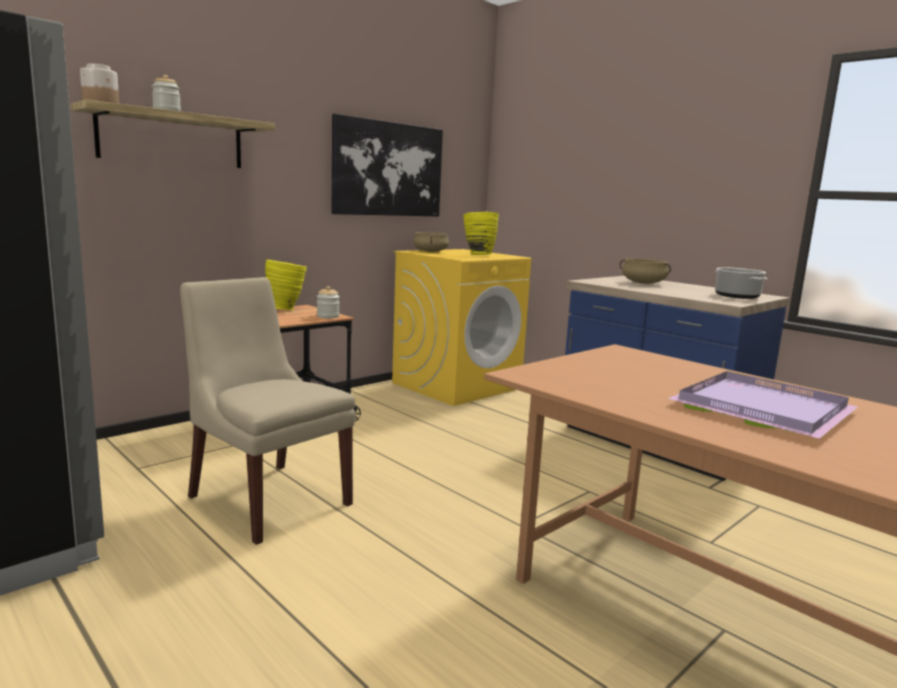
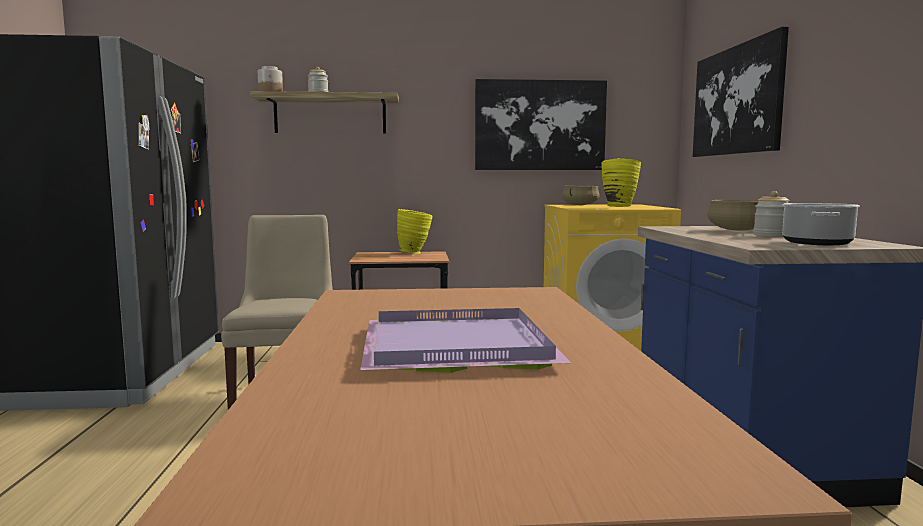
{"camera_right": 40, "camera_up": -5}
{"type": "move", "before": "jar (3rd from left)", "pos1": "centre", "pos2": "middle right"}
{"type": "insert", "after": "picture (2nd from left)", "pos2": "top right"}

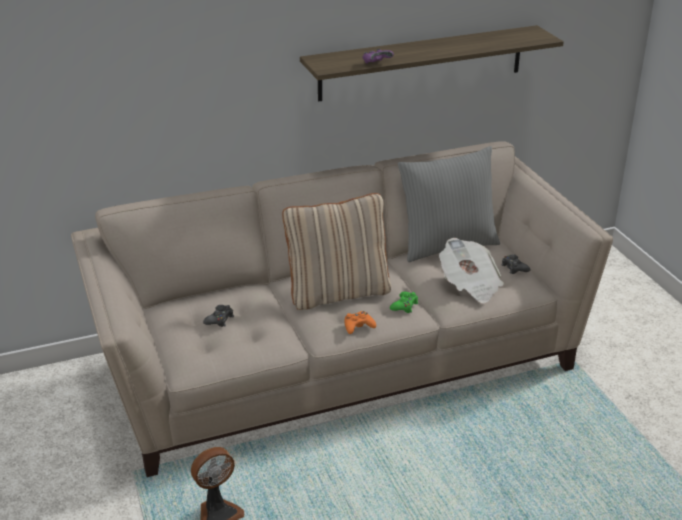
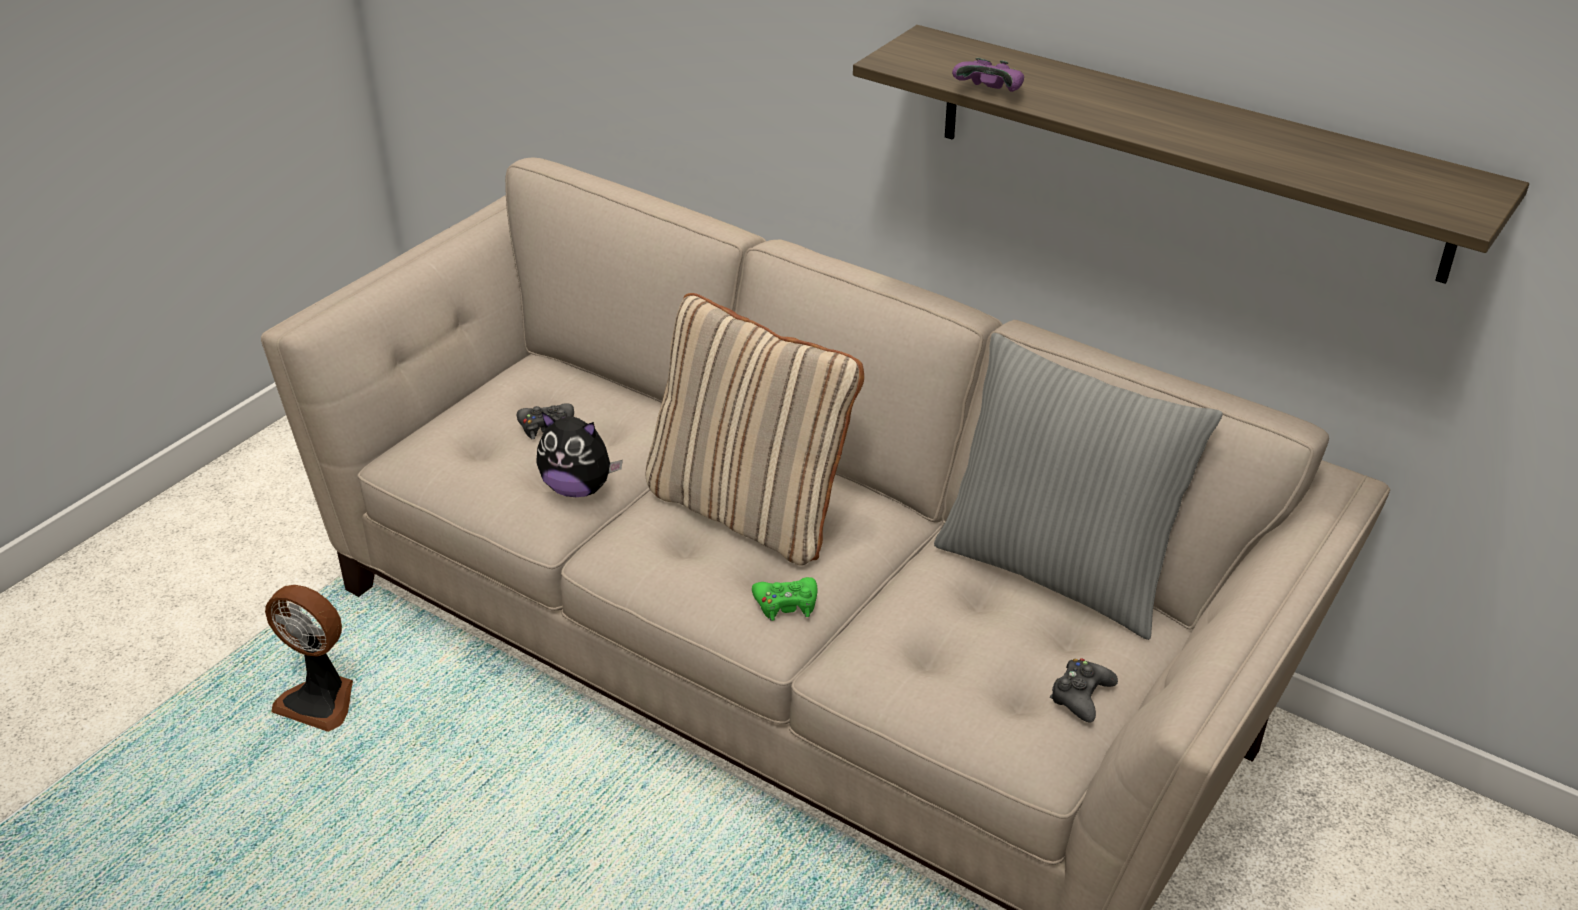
{"camera_right": 55, "camera_up": 5}
{"type": "delete", "before": "game controller (orange)", "pos1": "centre"}
{"type": "delete", "before": "newspaper", "pos1": "middle right"}
{"type": "insert", "after": "plush toy", "pos2": "centre"}

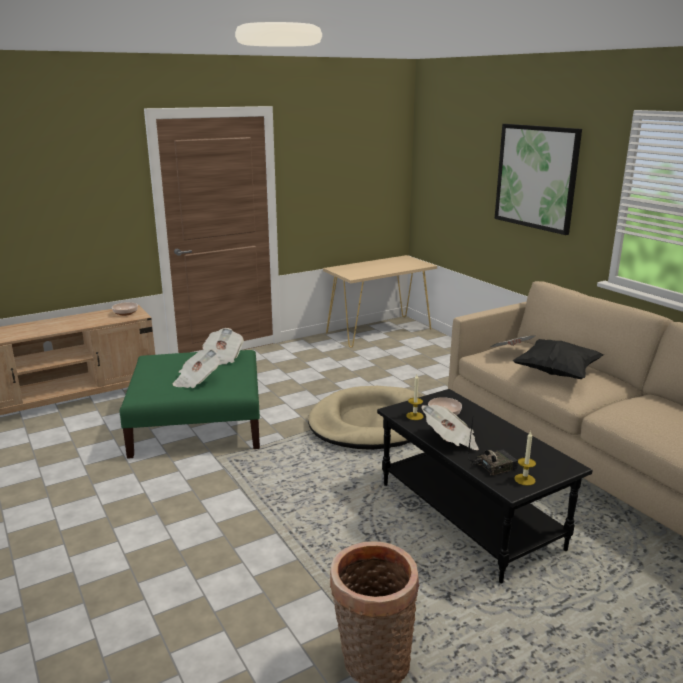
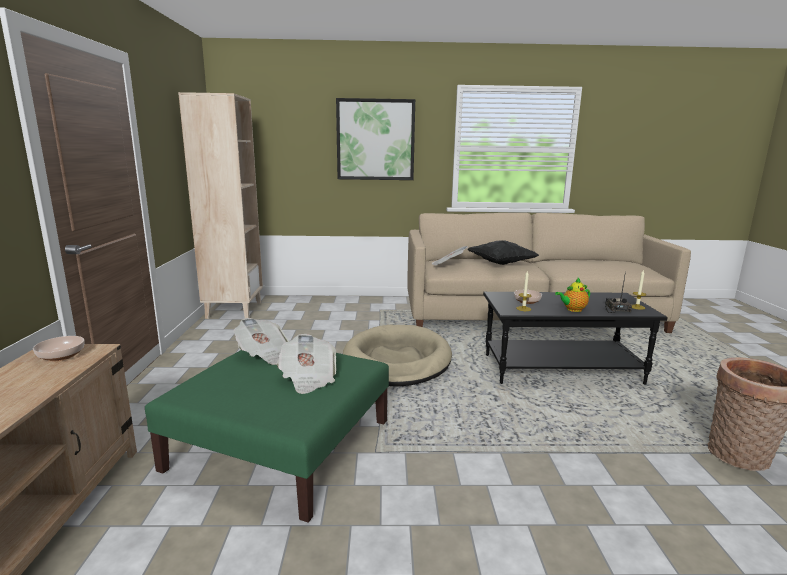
{"camera_right": -60, "camera_up": -5}
{"type": "replace", "before": "console table (beige)", "after": "bookcase (beige)", "pos1": "centre", "pos2": "middle left"}
{"type": "replace", "before": "newspaper (3rd from left)", "after": "teapot", "pos1": "centre", "pos2": "middle right"}

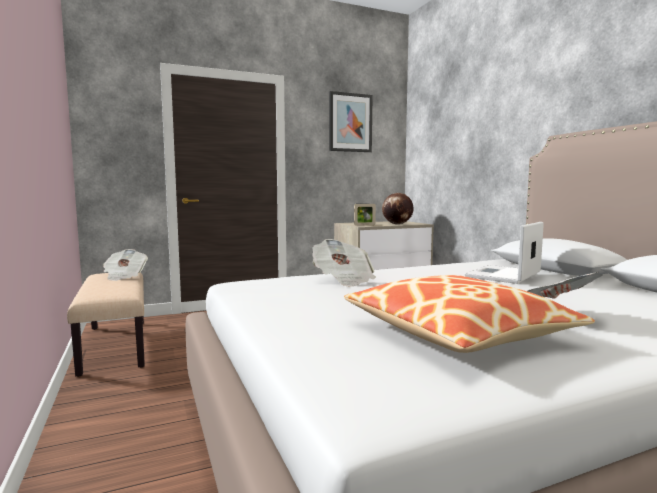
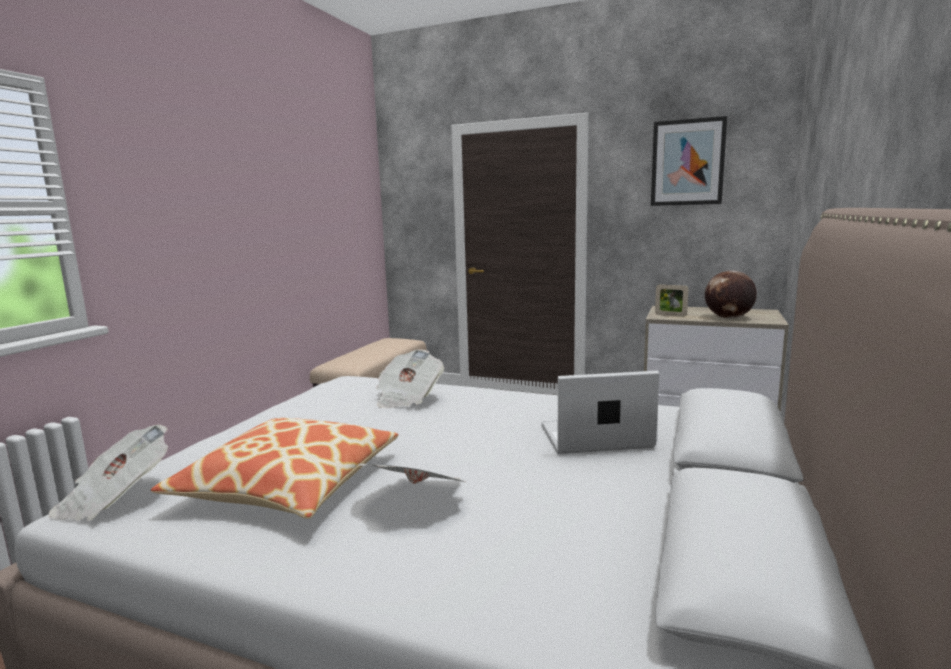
{"camera_right": 45, "camera_up": 5}
{"type": "move", "before": "newspaper (1st from left)", "pos1": "middle left", "pos2": "bottom left"}

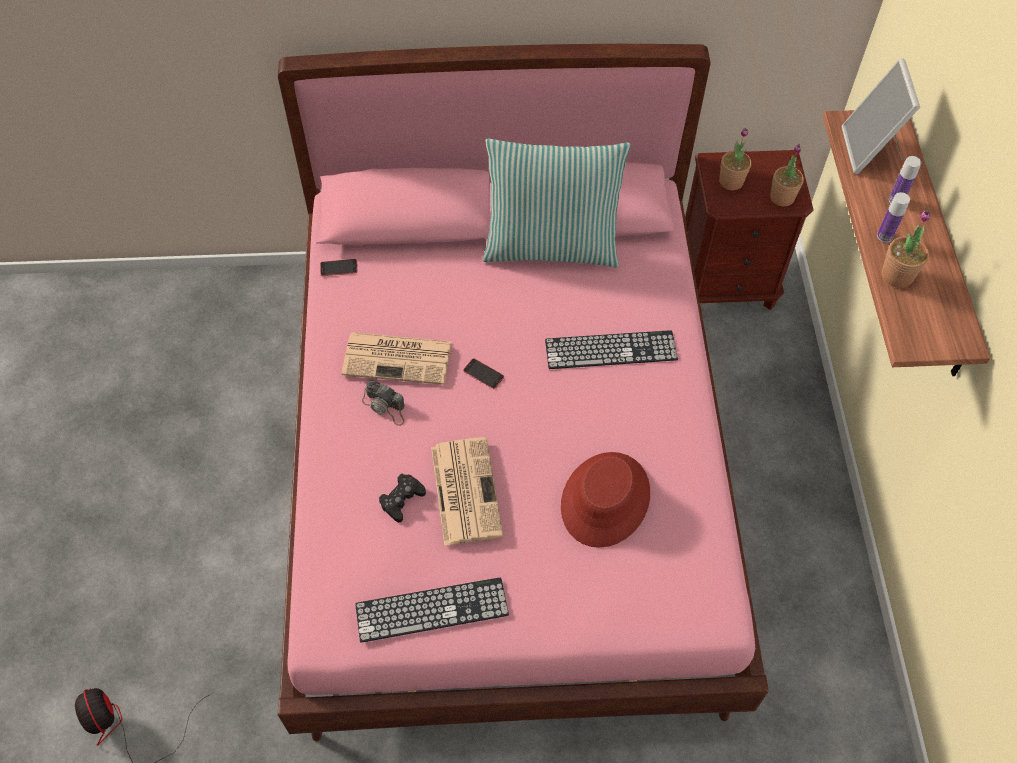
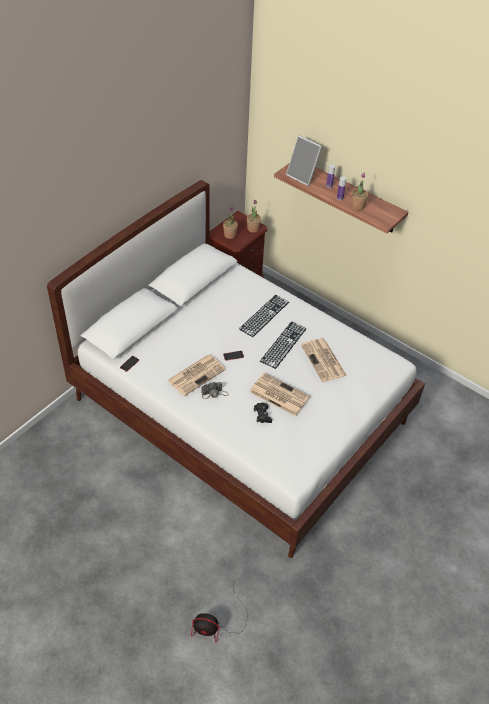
{"camera_right": -50, "camera_up": -10}
{"type": "recolor", "before": "bed (pink)", "after": "bed (white)", "pos1": "centre", "pos2": "centre"}
{"type": "move", "before": "keyboard (1st from left in the first image)", "after": "keyboard (2nd from left)", "pos1": "bottom centre", "pos2": "centre"}
{"type": "delete", "before": "pillow", "pos1": "top centre"}
{"type": "replace", "before": "hat (red)", "after": "newspaper (3rd from left)", "pos1": "centre", "pos2": "centre"}

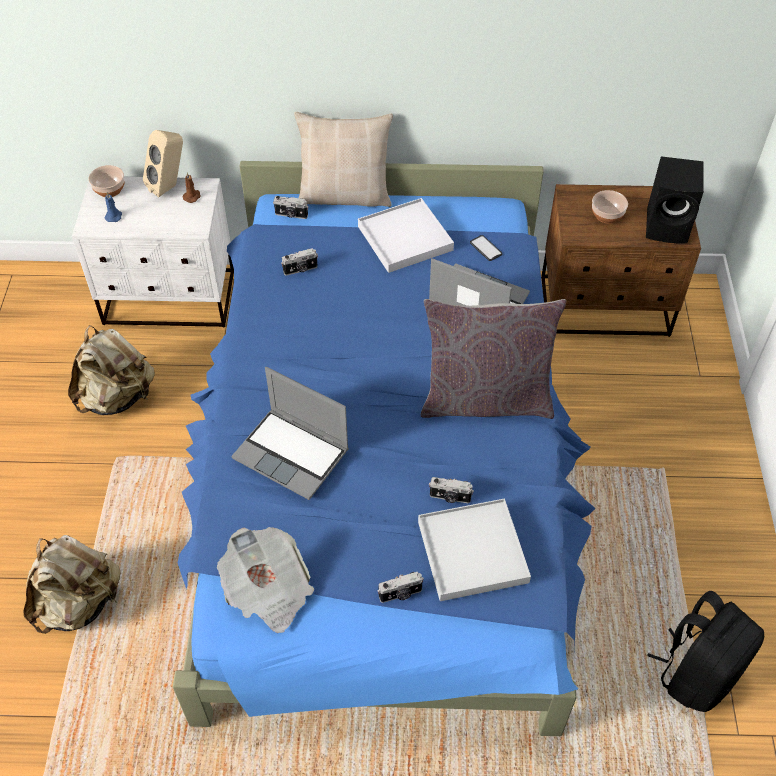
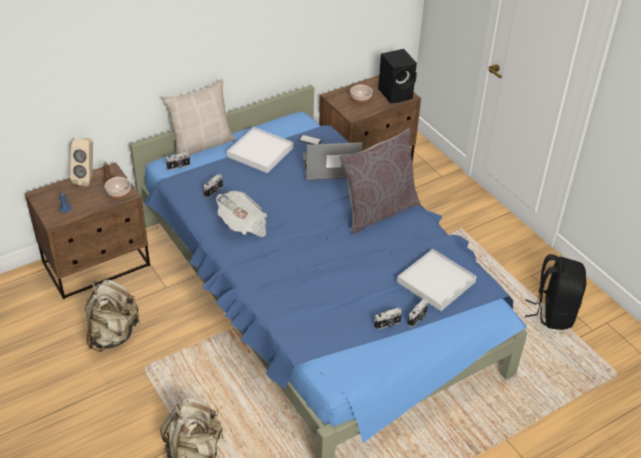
{"camera_right": -35, "camera_up": -10}
{"type": "recolor", "before": "nightstand (white)", "after": "nightstand (brown) (1st from left)", "pos1": "top left", "pos2": "middle left"}
{"type": "move", "before": "bowl (1st from left)", "pos1": "top left", "pos2": "middle left"}
{"type": "move", "before": "newspaper", "pos1": "bottom centre", "pos2": "centre"}
{"type": "delete", "before": "laptop (1st from left)", "pos1": "centre"}
{"type": "move", "before": "photo camera (4th from left in the first image)", "after": "photo camera (3rd from left)", "pos1": "centre", "pos2": "bottom centre"}

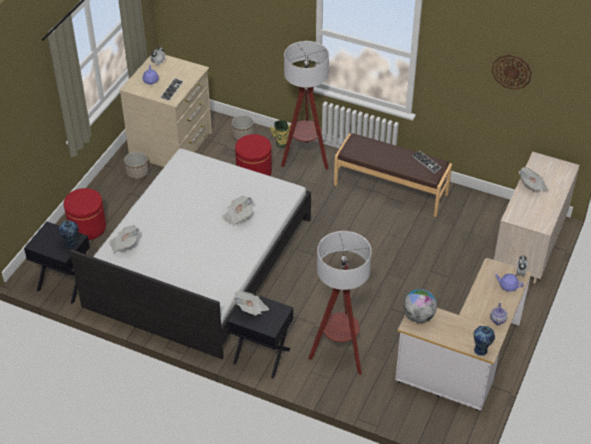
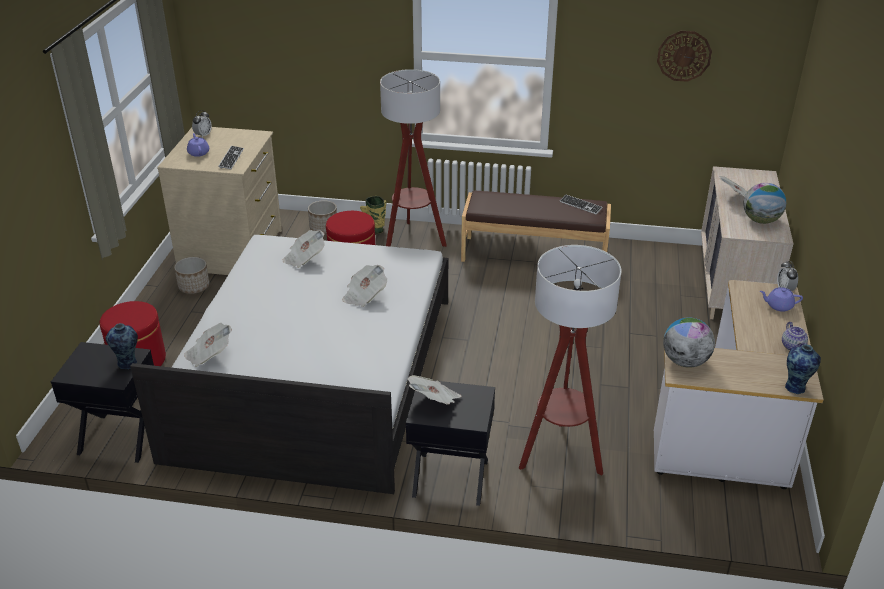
{"camera_right": -15, "camera_up": -10}
{"type": "insert", "after": "newspaper (2nd from left)", "pos2": "centre"}
{"type": "insert", "after": "globe (2nd from left)", "pos2": "middle right"}

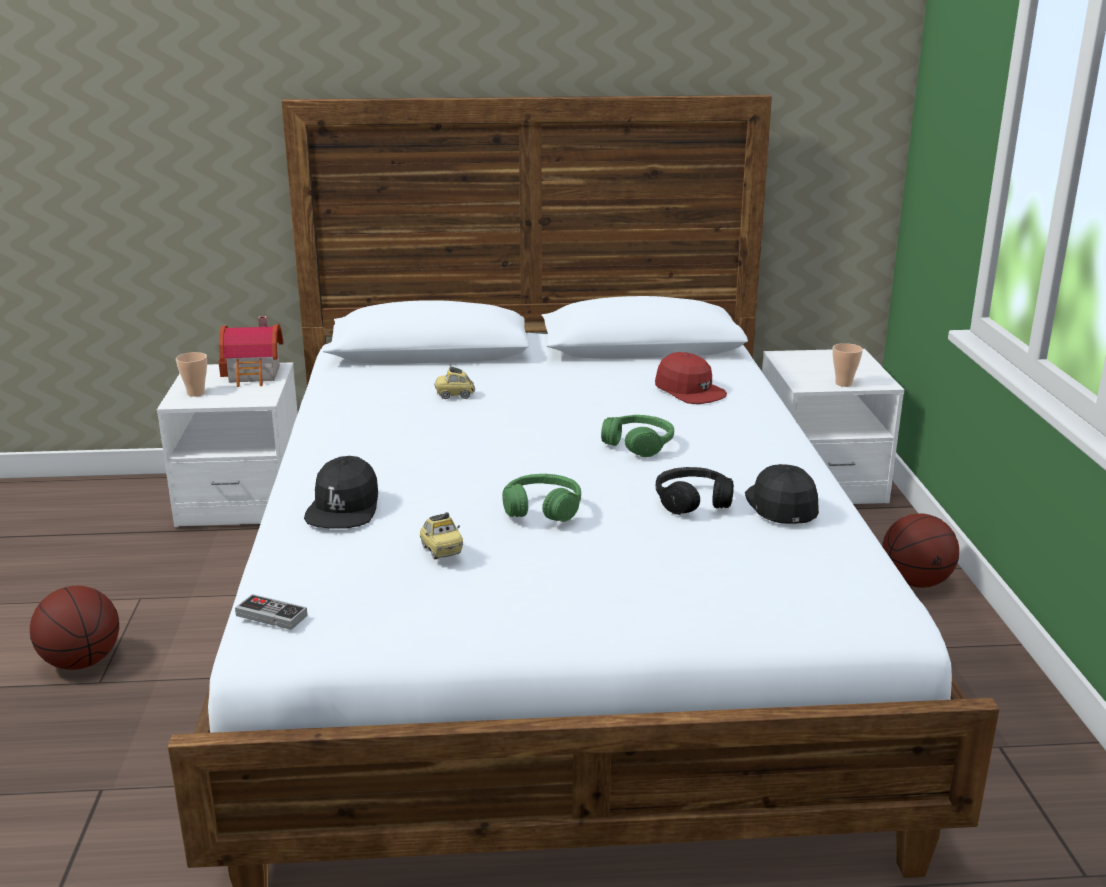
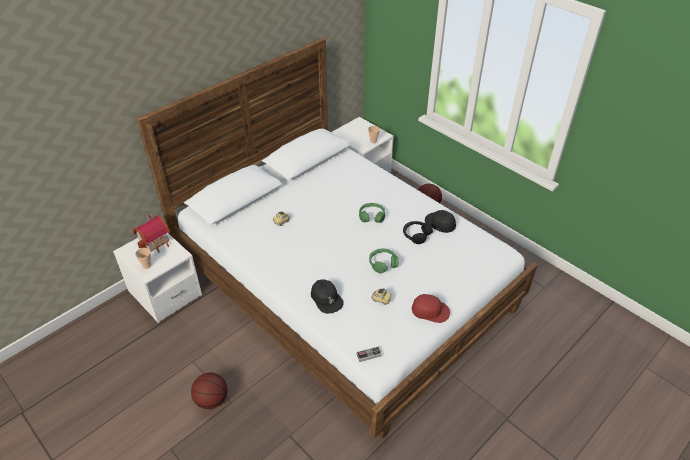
{"camera_right": -40, "camera_up": 20}
{"type": "move", "before": "cap (red)", "pos1": "centre", "pos2": "bottom centre"}

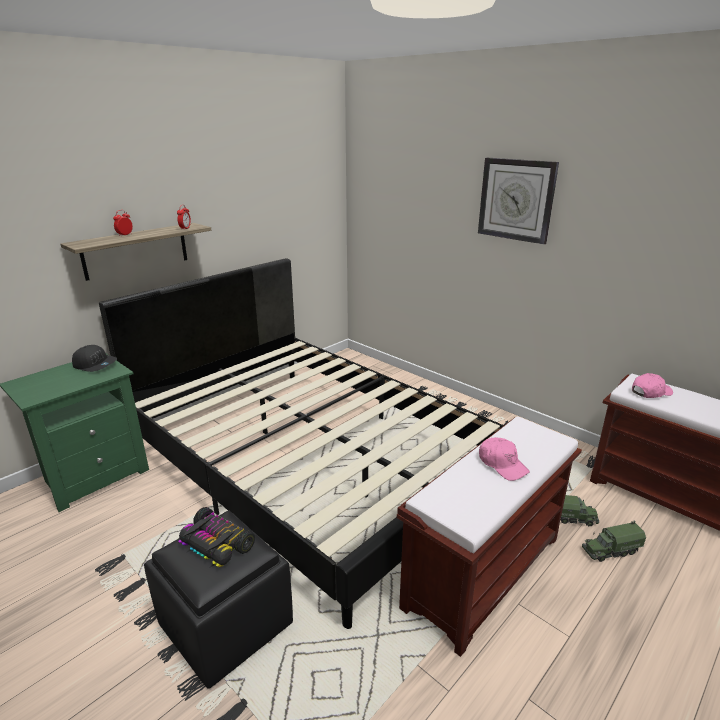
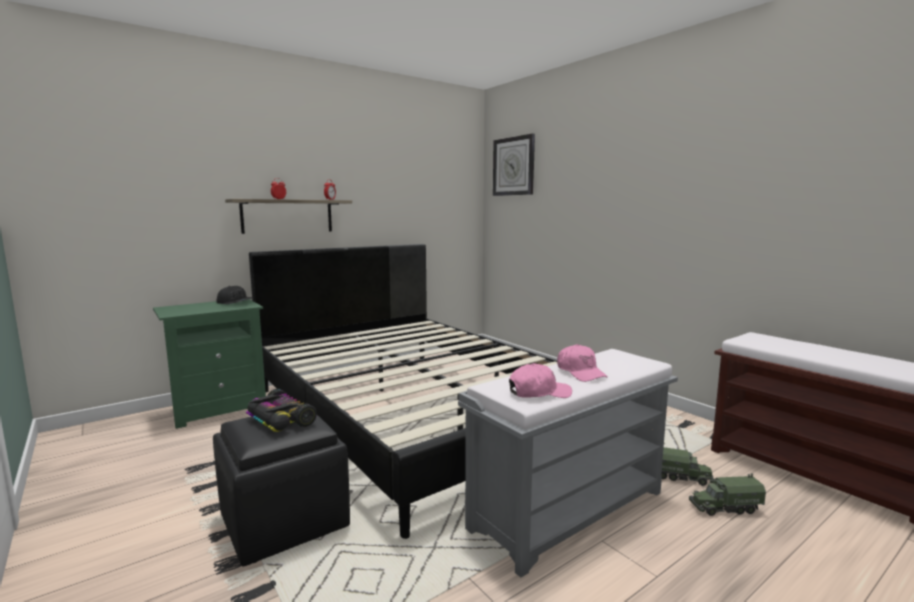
{"camera_right": 10, "camera_up": -15}
{"type": "recolor", "before": "bench (brown) (1st from left)", "after": "bench (grey)", "pos1": "bottom right", "pos2": "bottom centre"}
{"type": "move", "before": "wall clock", "pos1": "top right", "pos2": "top centre"}
{"type": "move", "before": "cap (pink) (2nd from left in the first image)", "after": "cap (pink) (1st from left)", "pos1": "middle right", "pos2": "centre"}

